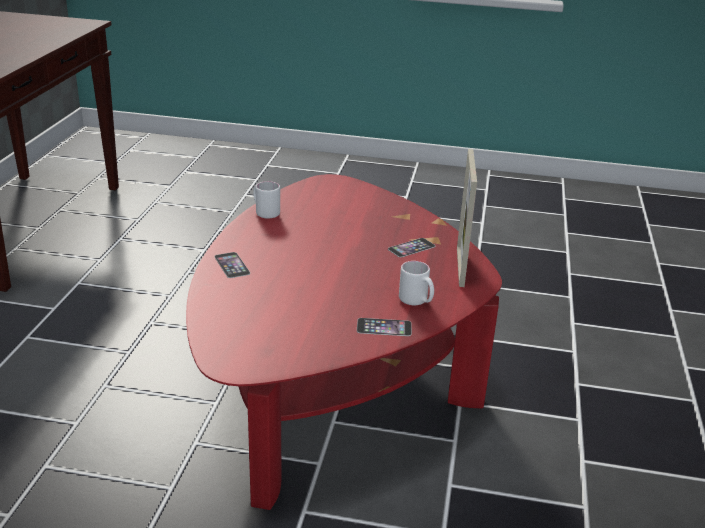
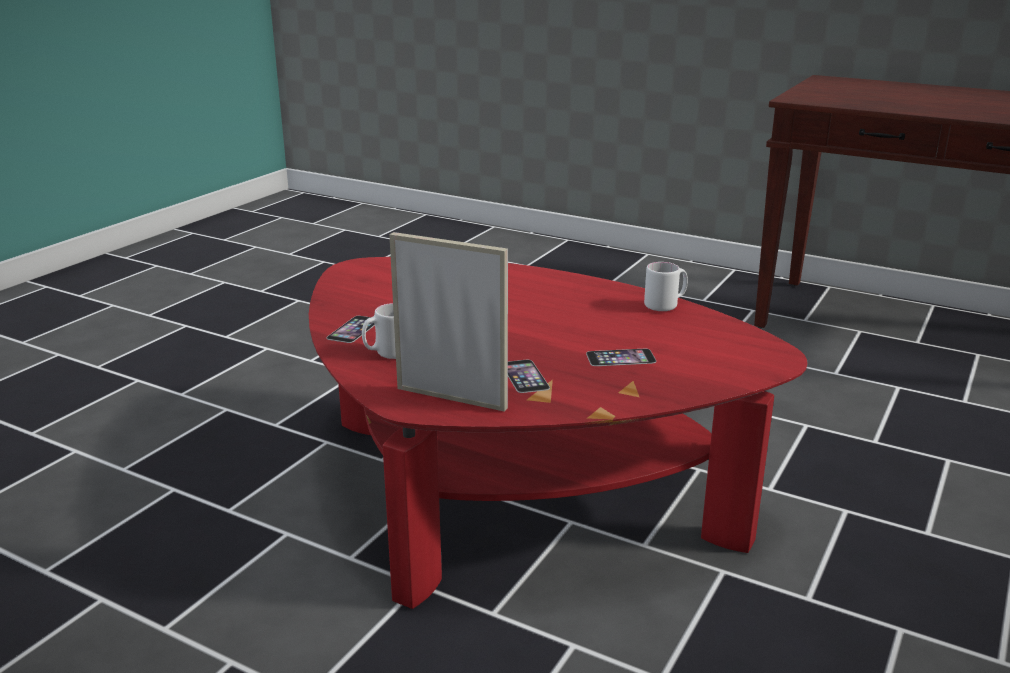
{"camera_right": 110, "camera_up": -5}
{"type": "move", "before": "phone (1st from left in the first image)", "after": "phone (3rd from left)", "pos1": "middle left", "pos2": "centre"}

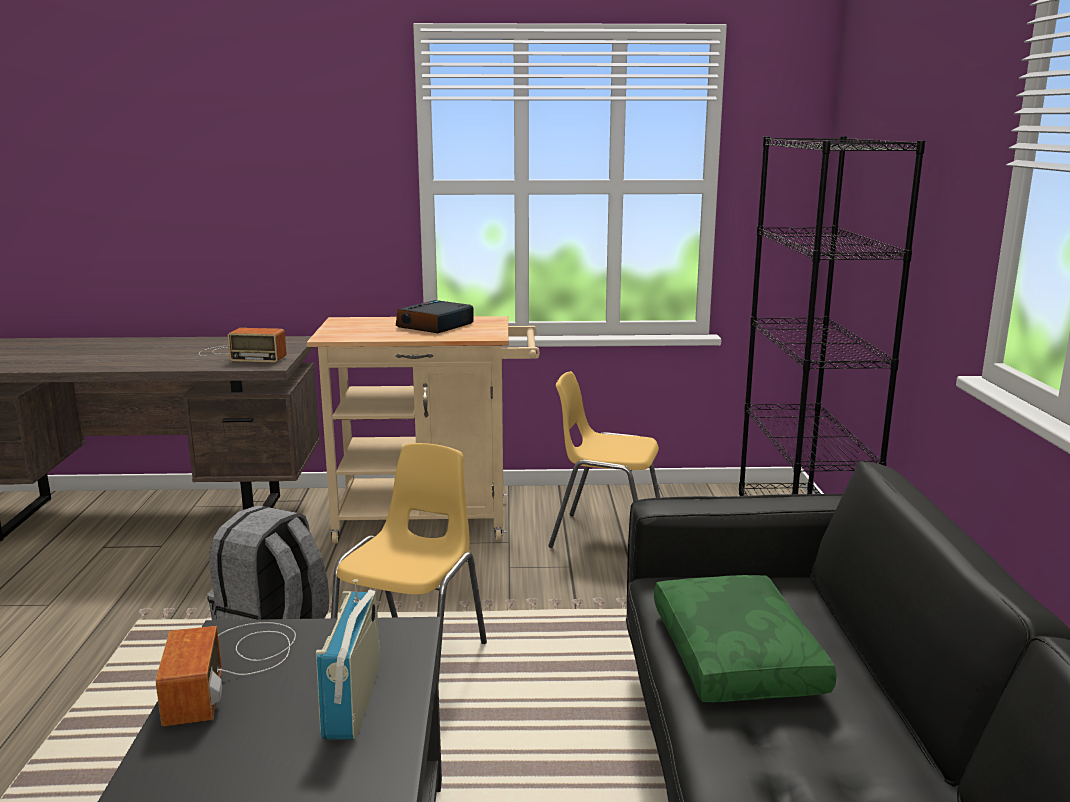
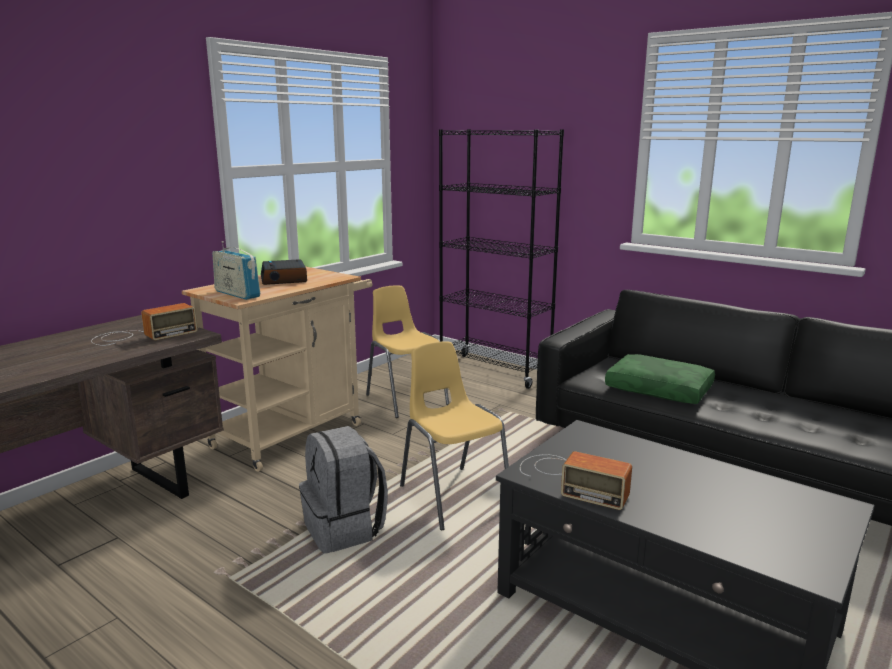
{"camera_right": -50, "camera_up": 0}
{"type": "move", "before": "radio (3rd from left in the first image)", "after": "radio (2nd from left)", "pos1": "bottom left", "pos2": "middle left"}
{"type": "rotate", "before": "chair (yellow) (2nd from left in the first image)", "pos1": "centre", "pos2": "centre", "turn": 90}

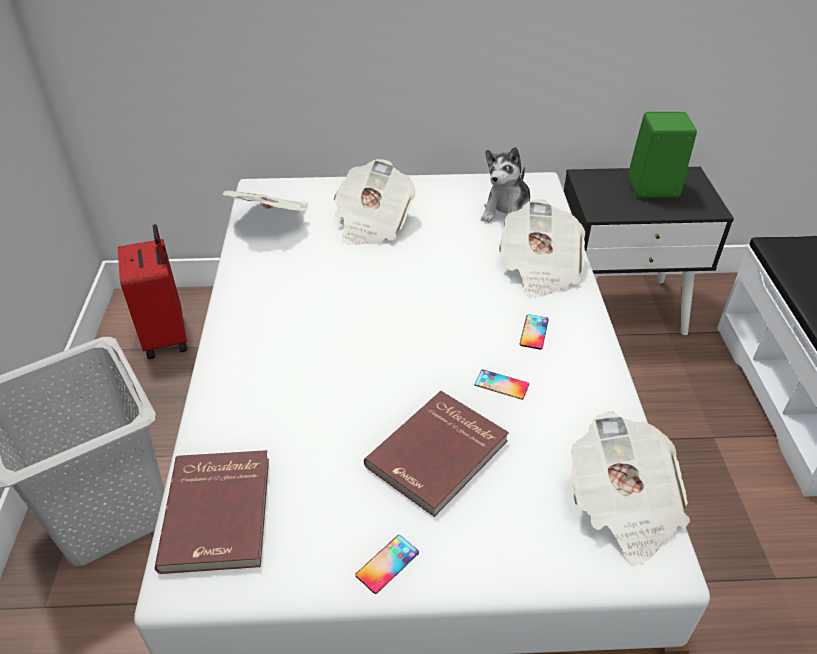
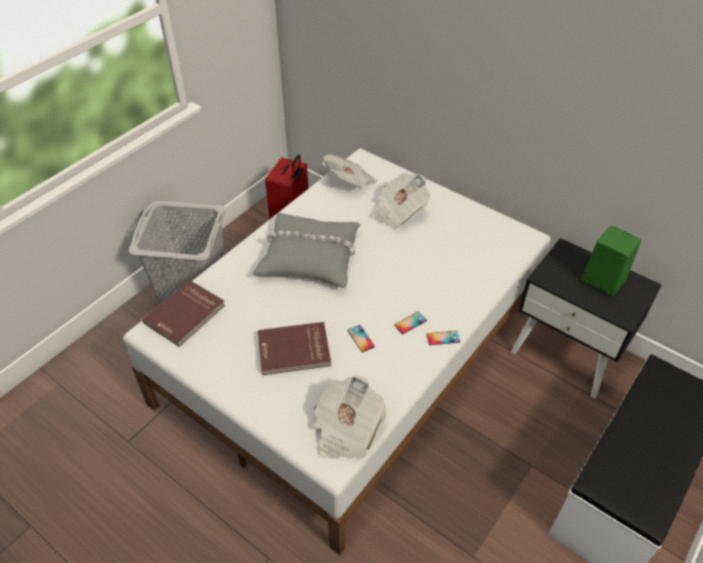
{"camera_right": 40, "camera_up": 5}
{"type": "move", "before": "phone (1st from left in the first image)", "after": "phone (3rd from left)", "pos1": "bottom centre", "pos2": "centre"}
{"type": "delete", "before": "plush toy", "pos1": "top centre"}
{"type": "delete", "before": "newspaper (3rd from left)", "pos1": "centre"}
{"type": "insert", "after": "pillow (grey)", "pos2": "centre"}

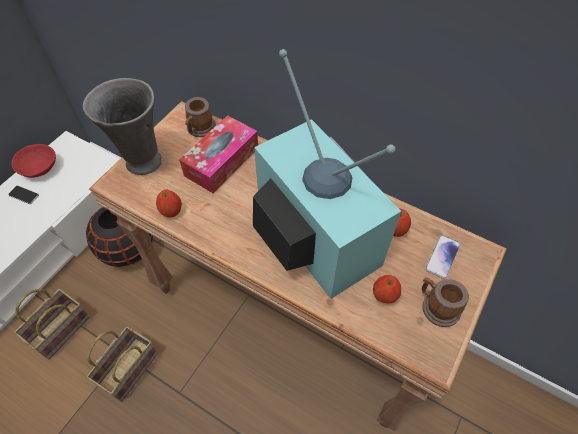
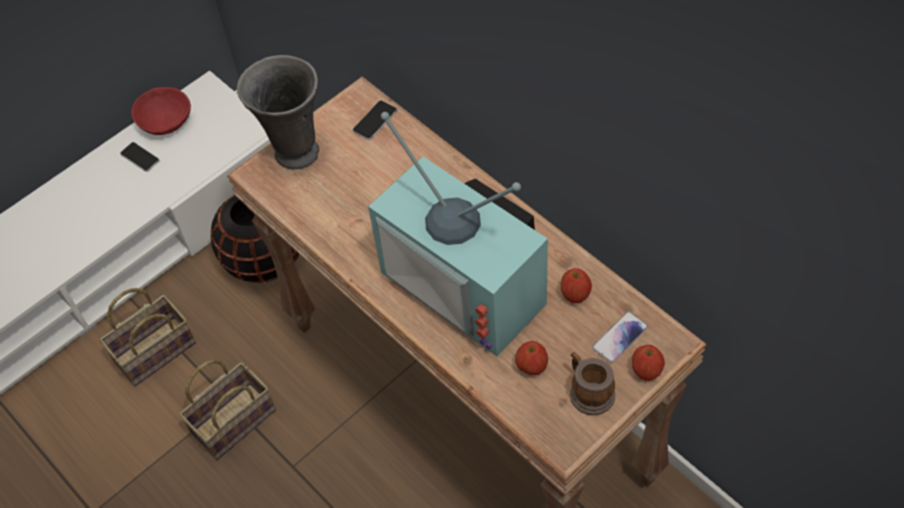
{"camera_right": 20, "camera_up": 0}
{"type": "move", "before": "apple (1st from left in the first image)", "after": "apple (3rd from left)", "pos1": "middle left", "pos2": "bottom right"}
{"type": "delete", "before": "tissue box", "pos1": "centre"}
{"type": "replace", "before": "mug (1st from left)", "after": "phone (2nd from left)", "pos1": "top centre", "pos2": "top centre"}
{"type": "rotate", "before": "television", "pos1": "centre", "pos2": "centre", "turn": 150}

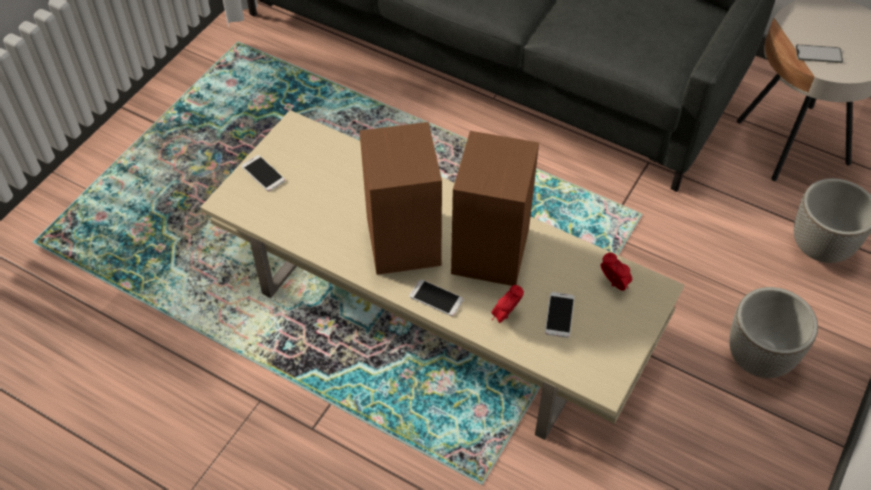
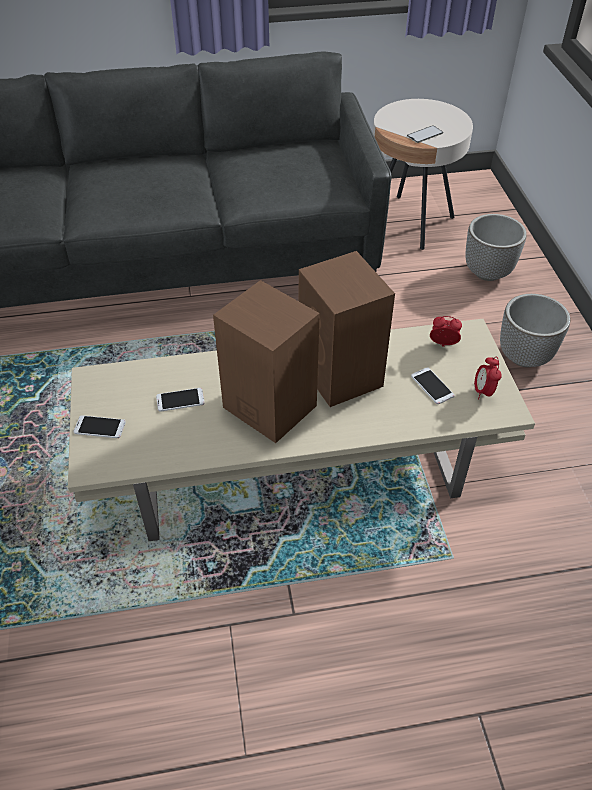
{"camera_right": -40, "camera_up": -5}
{"type": "move", "before": "phone (2nd from left)", "pos1": "centre", "pos2": "middle left"}
{"type": "move", "before": "alarm clock (1st from left in the first image)", "after": "alarm clock (2nd from left)", "pos1": "centre", "pos2": "middle right"}

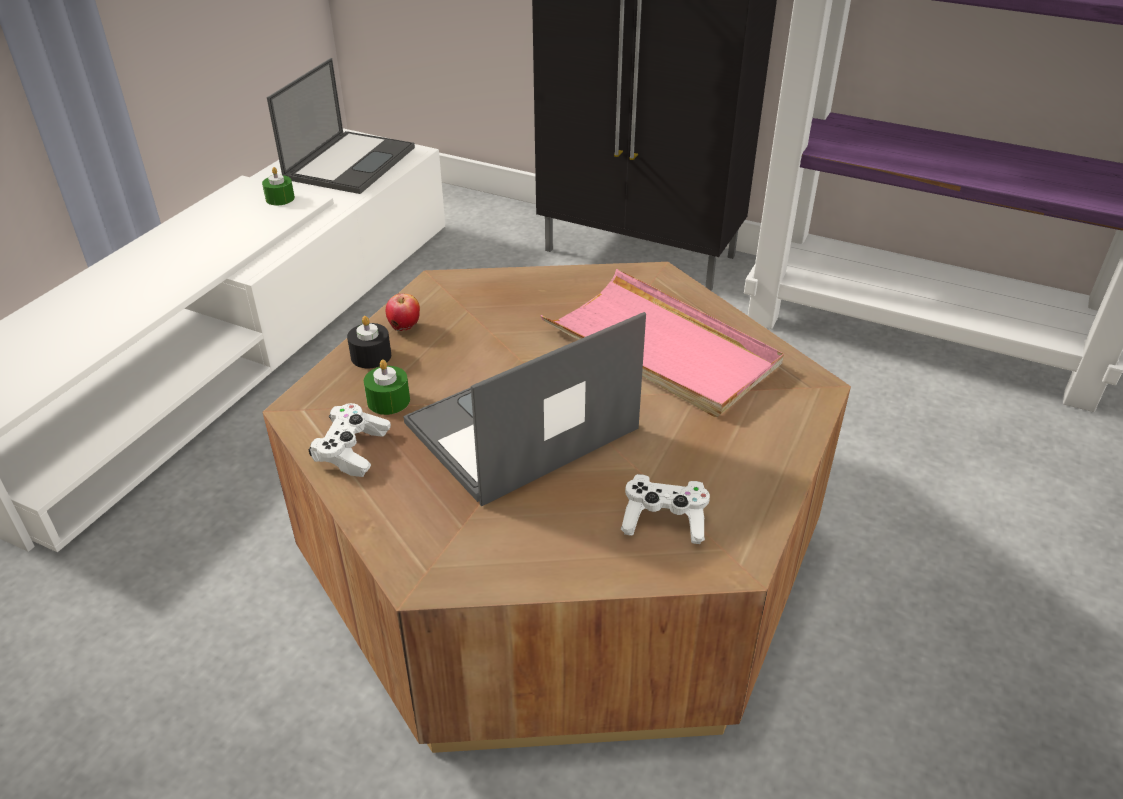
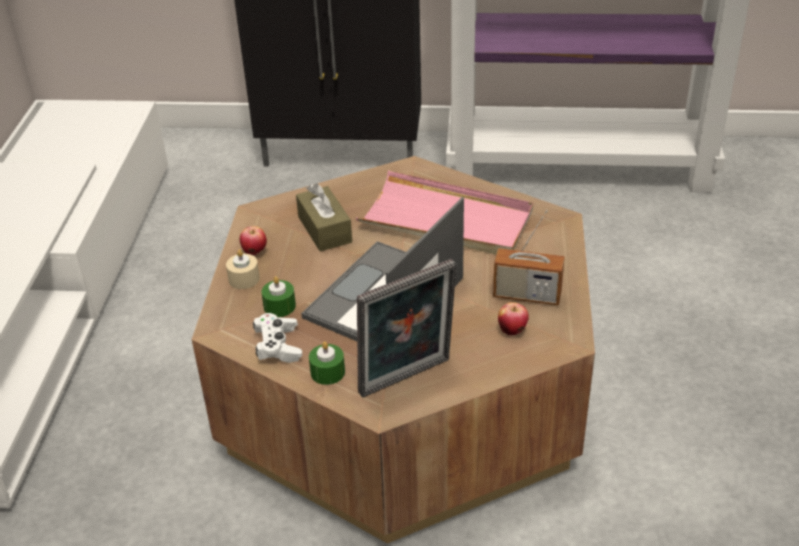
{"camera_right": -20, "camera_up": 0}
{"type": "move", "before": "candle (green) (1st from left in the first image)", "after": "candle (green) (2nd from left)", "pos1": "top left", "pos2": "centre"}
{"type": "delete", "before": "laptop (1st from left)", "pos1": "top left"}
{"type": "recolor", "before": "candle (black)", "after": "candle (beige)", "pos1": "middle left", "pos2": "middle left"}
{"type": "replace", "before": "game controller (white) (2nd from left)", "after": "apple (2nd from left)", "pos1": "centre", "pos2": "centre"}
{"type": "insert", "after": "tissue box (brown)", "pos2": "centre"}
{"type": "insert", "after": "picture frame", "pos2": "centre"}
{"type": "insert", "after": "radio", "pos2": "centre"}

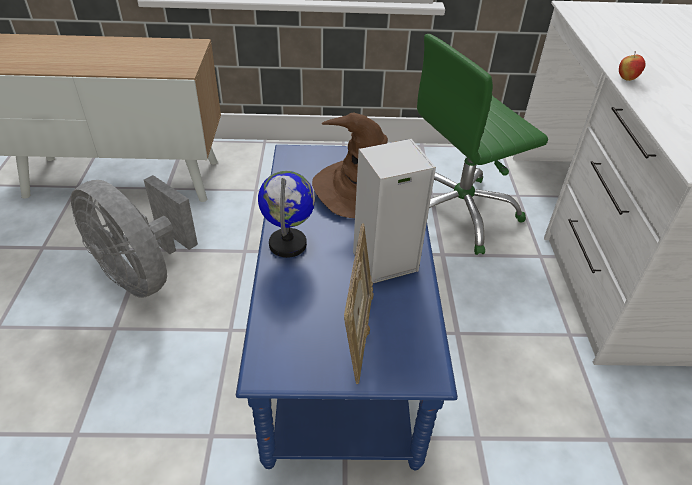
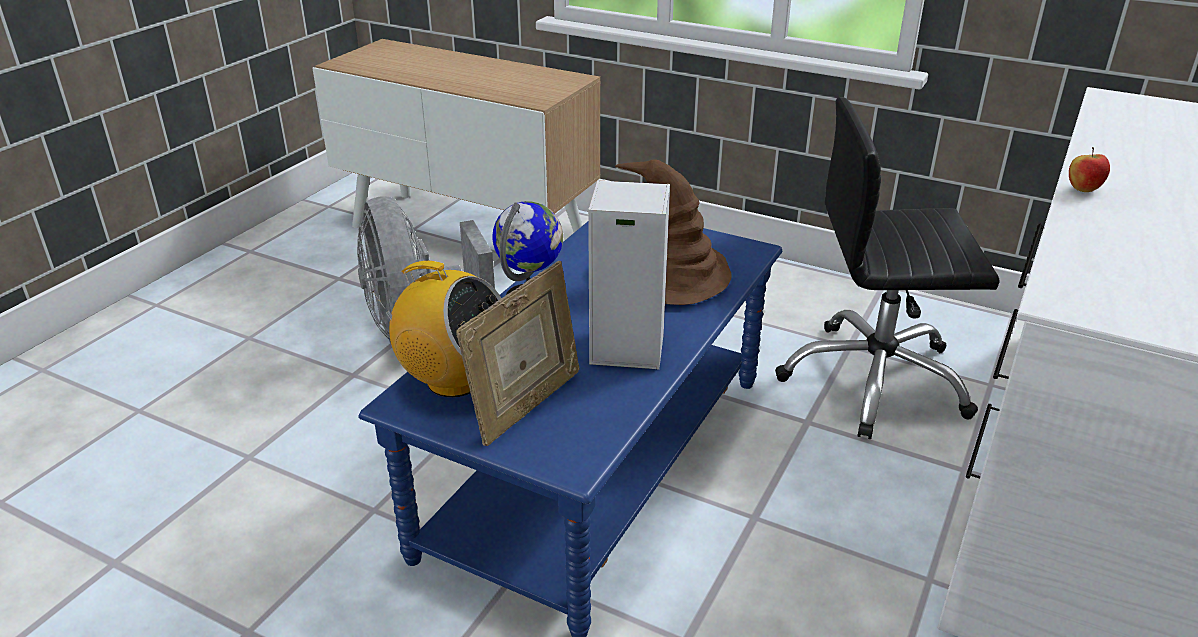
{"camera_right": 30, "camera_up": -10}
{"type": "recolor", "before": "office chair (green)", "after": "office chair (black)", "pos1": "top right", "pos2": "middle right"}
{"type": "insert", "after": "radio", "pos2": "centre"}

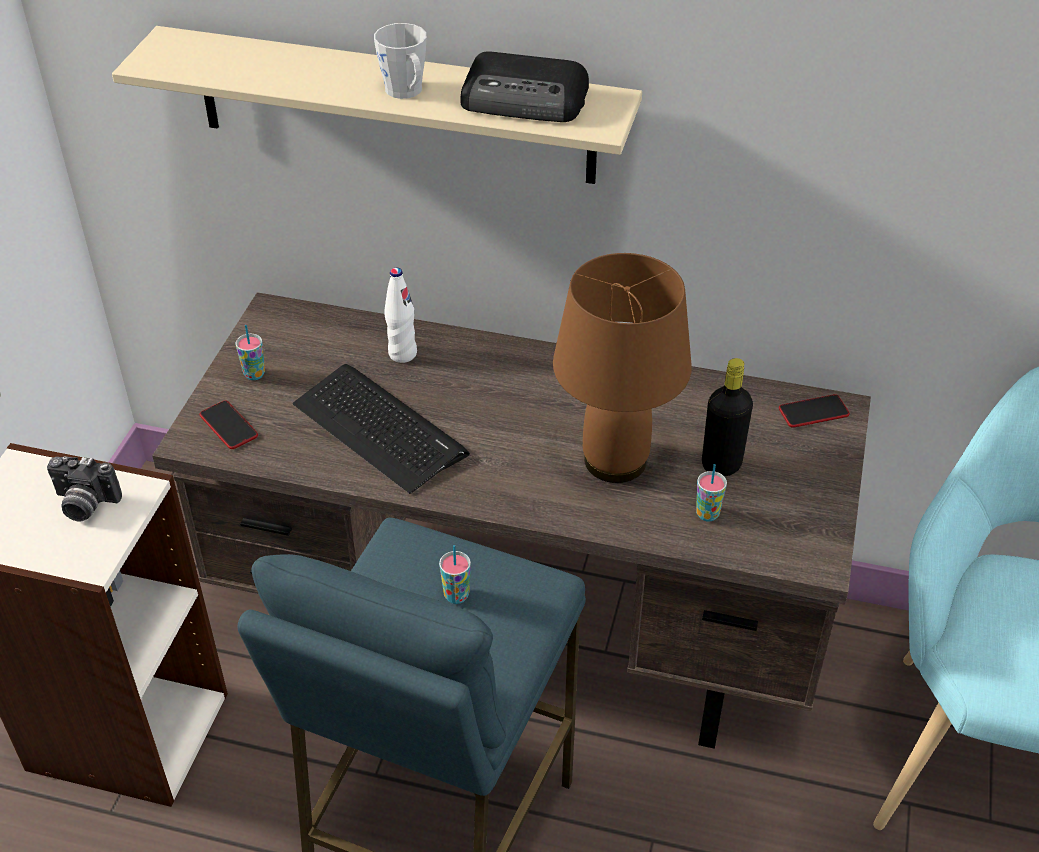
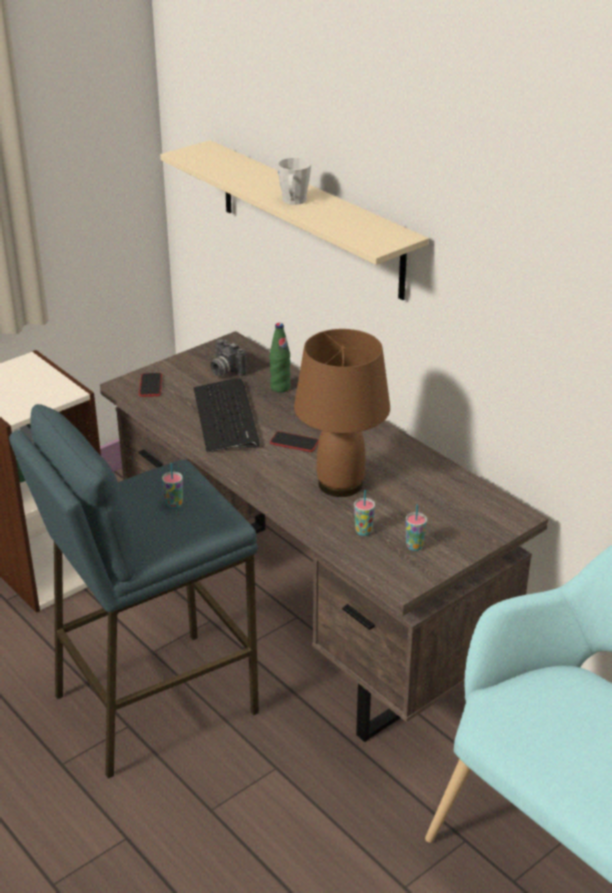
{"camera_right": 35, "camera_up": -10}
{"type": "move", "before": "photo camera", "pos1": "middle left", "pos2": "centre"}
{"type": "move", "before": "cup (1st from left in the first image)", "after": "cup (3rd from left)", "pos1": "middle left", "pos2": "middle right"}
{"type": "recolor", "before": "bottle (white)", "after": "bottle (green)", "pos1": "centre", "pos2": "centre"}
{"type": "delete", "before": "radio", "pos1": "top centre"}
{"type": "delete", "before": "bottle (black)", "pos1": "middle right"}
{"type": "move", "before": "phone (2nd from left)", "pos1": "middle right", "pos2": "centre"}

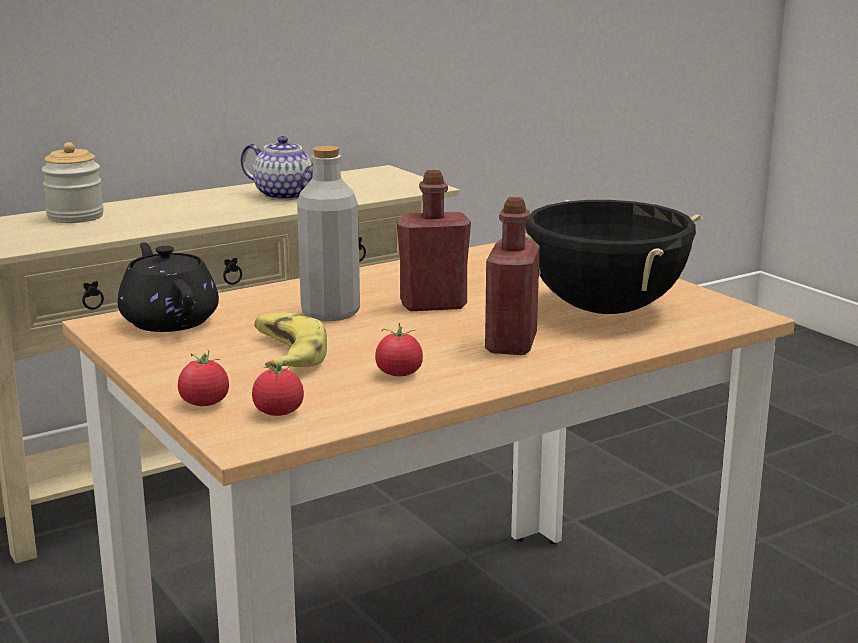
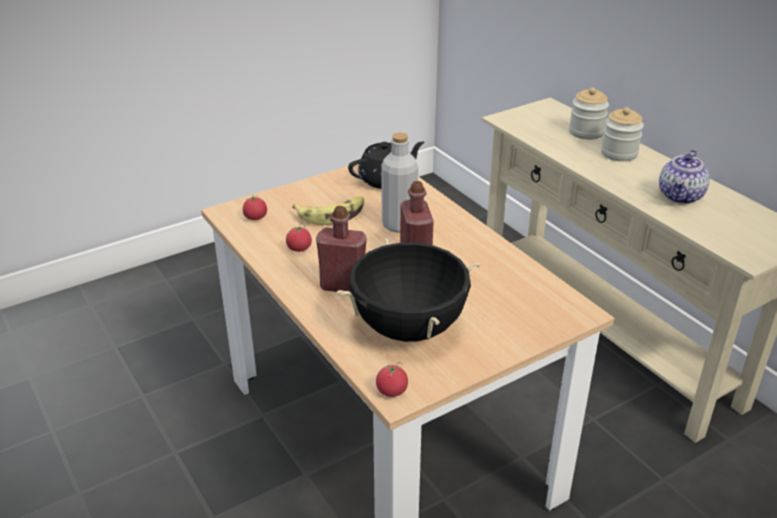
{"camera_right": 90, "camera_up": 15}
{"type": "move", "before": "tomato (1st from left in the first image)", "after": "tomato (3rd from left)", "pos1": "middle left", "pos2": "bottom centre"}
{"type": "insert", "after": "jar (2nd from left)", "pos2": "top right"}

